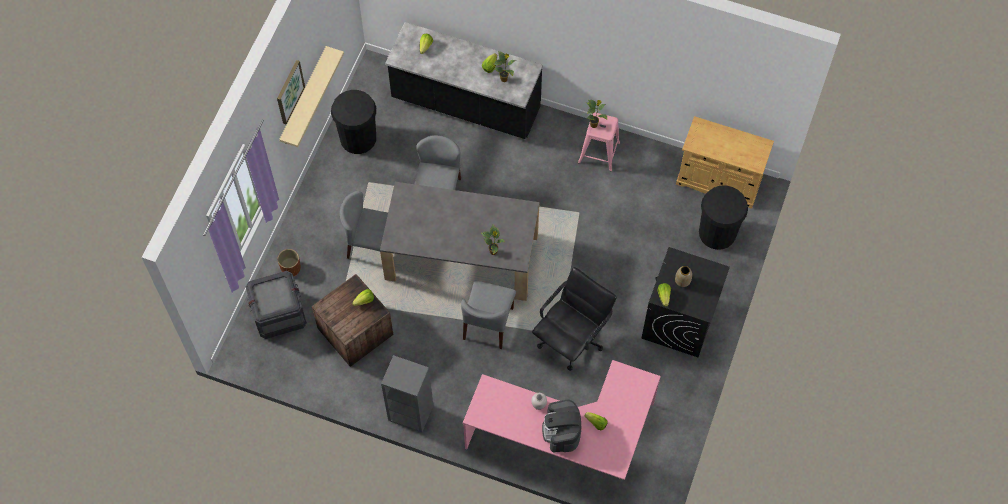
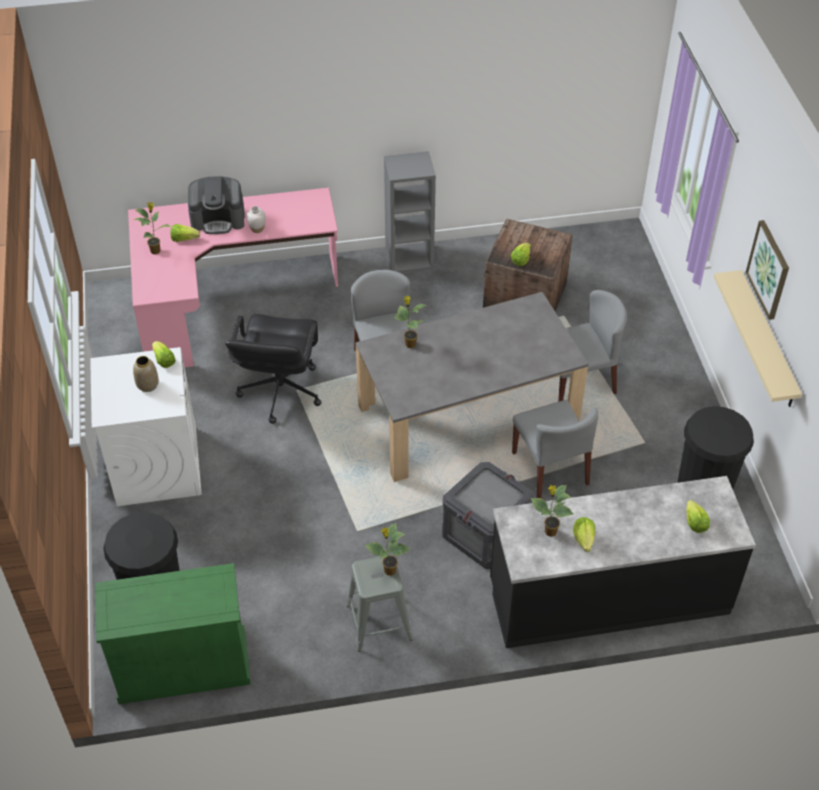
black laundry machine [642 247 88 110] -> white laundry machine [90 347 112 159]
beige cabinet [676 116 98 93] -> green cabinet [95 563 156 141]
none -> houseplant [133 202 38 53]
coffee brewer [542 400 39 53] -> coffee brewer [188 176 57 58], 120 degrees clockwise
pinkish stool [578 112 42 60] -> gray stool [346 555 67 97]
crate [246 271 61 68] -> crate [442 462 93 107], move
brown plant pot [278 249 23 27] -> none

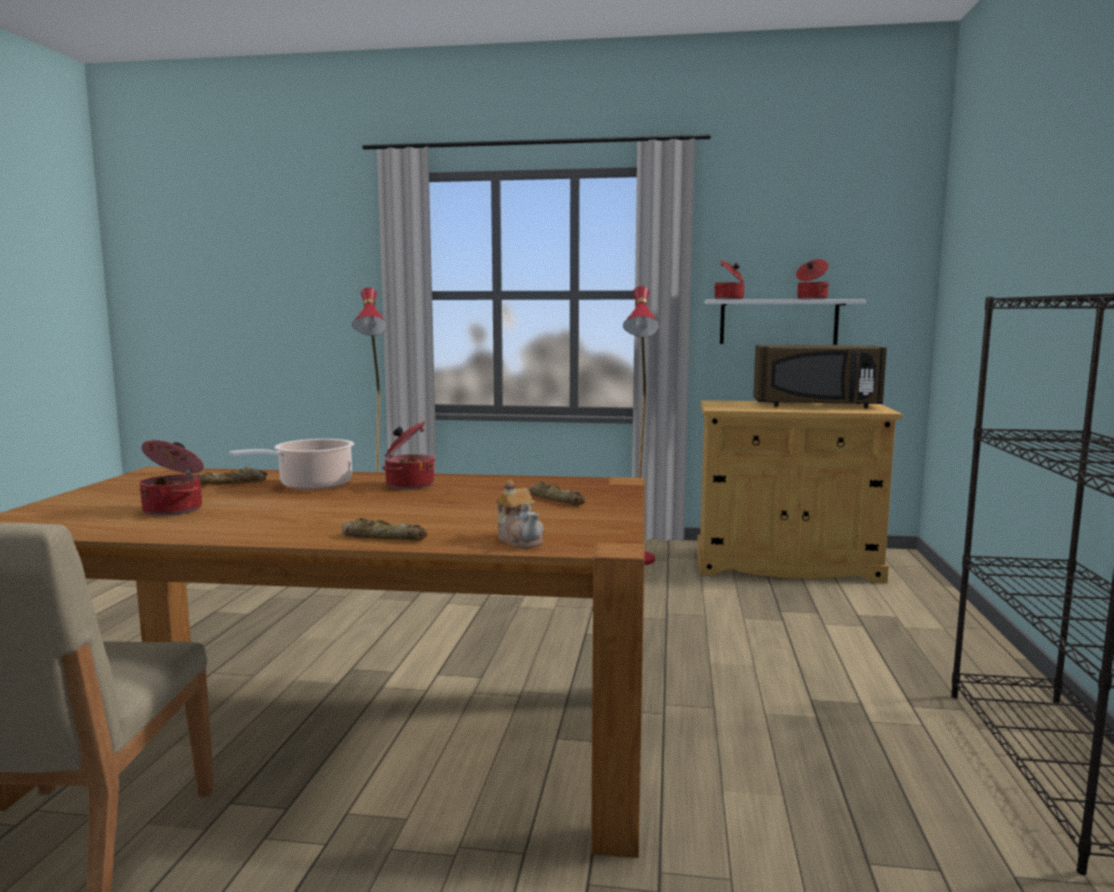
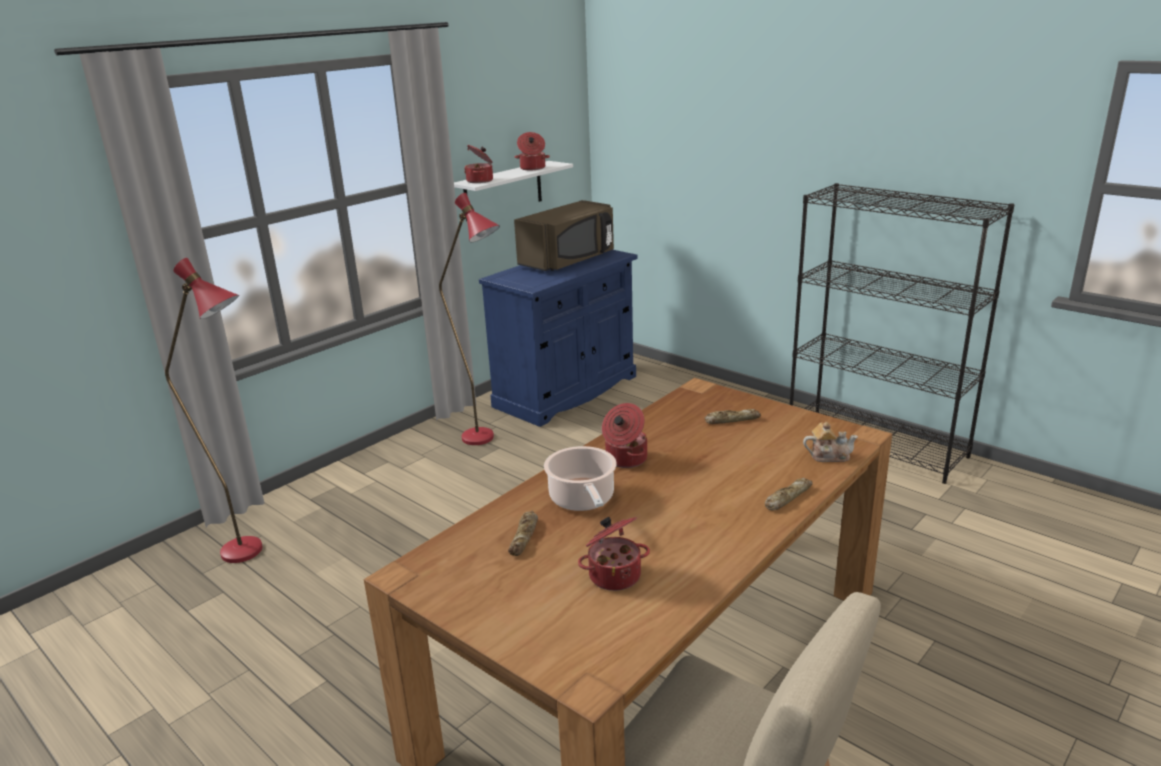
beige cabinet [697 400 205 183] -> bluish cabinet [479 250 159 177]

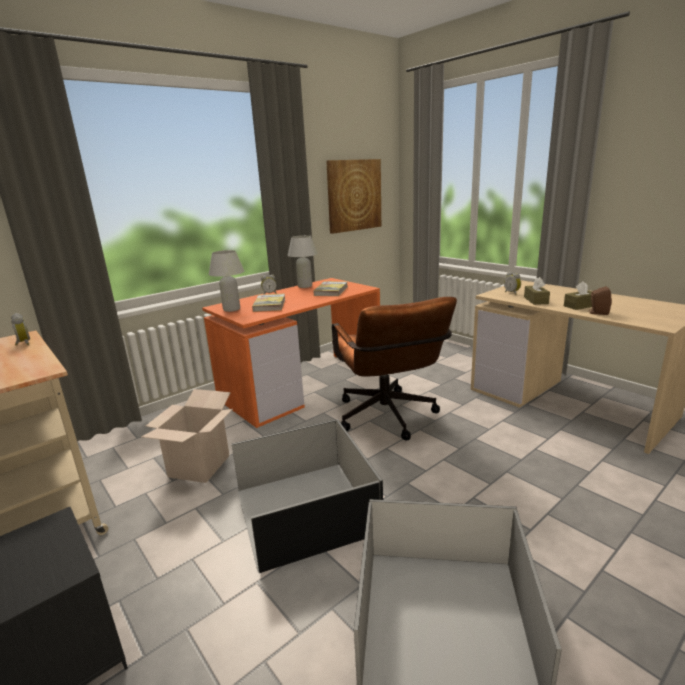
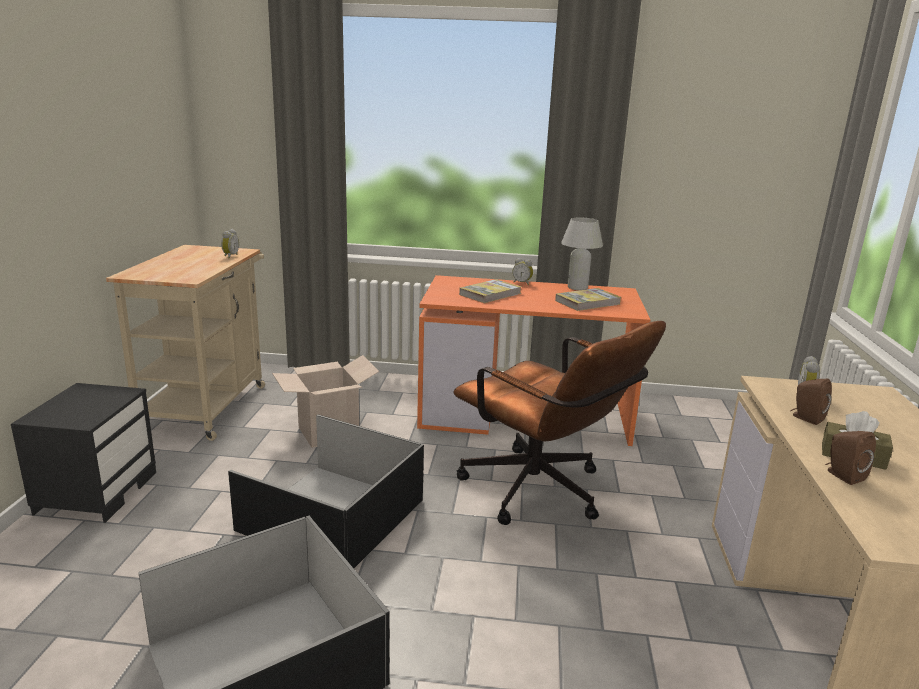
brown office chair [332 297 125 143] -> brown office chair [454 321 212 204], 75 degrees counterclockwise
brown tissue box [524 277 26 28] -> brown audio speaker [790 379 42 46]
white lamp for a table [209 250 35 62] -> none
wall art [326 159 55 75] -> none

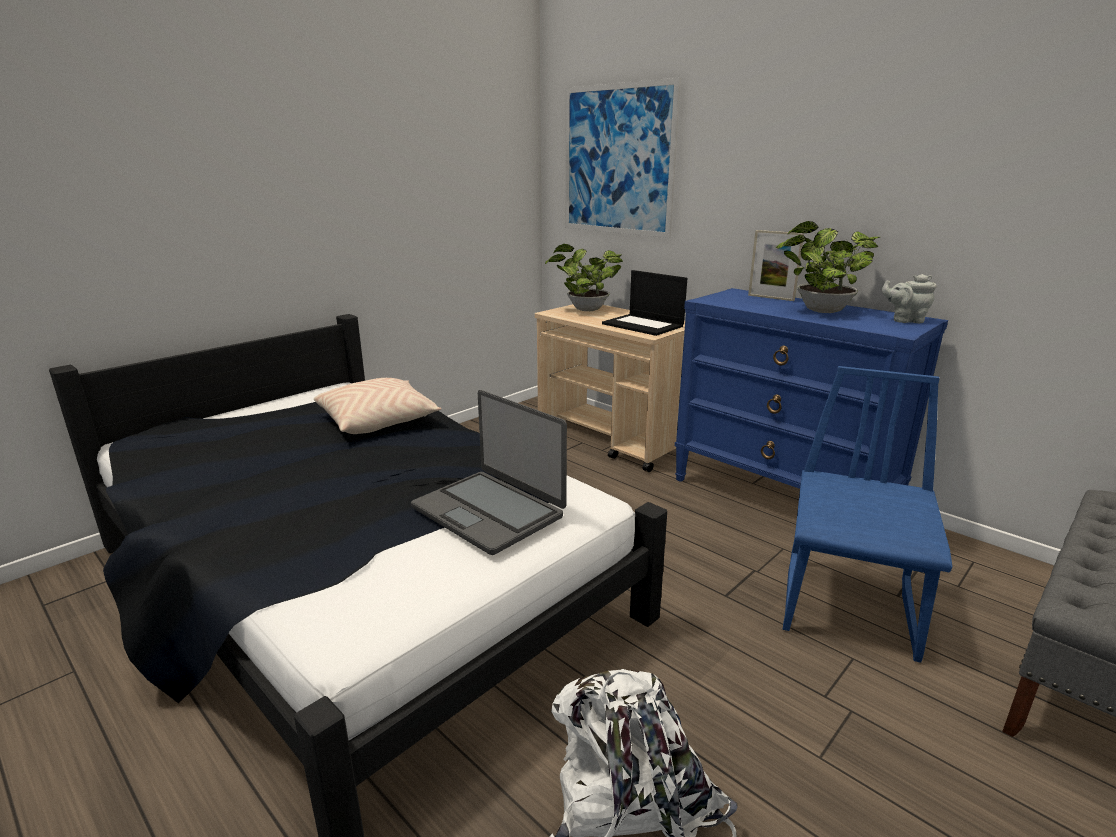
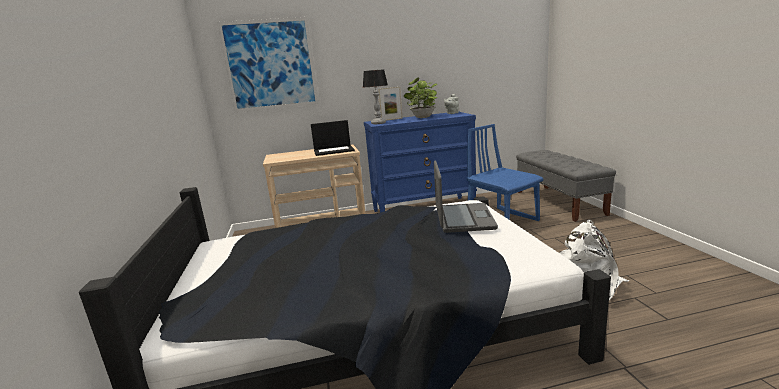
none -> lamp for a table [363 69 25 55]
notebook computer [411 390 156 165] -> notebook computer [434 160 64 73], 75 degrees counterclockwise
beige throw pillow [314 378 128 56] -> none
houseplant [545 244 78 67] -> none

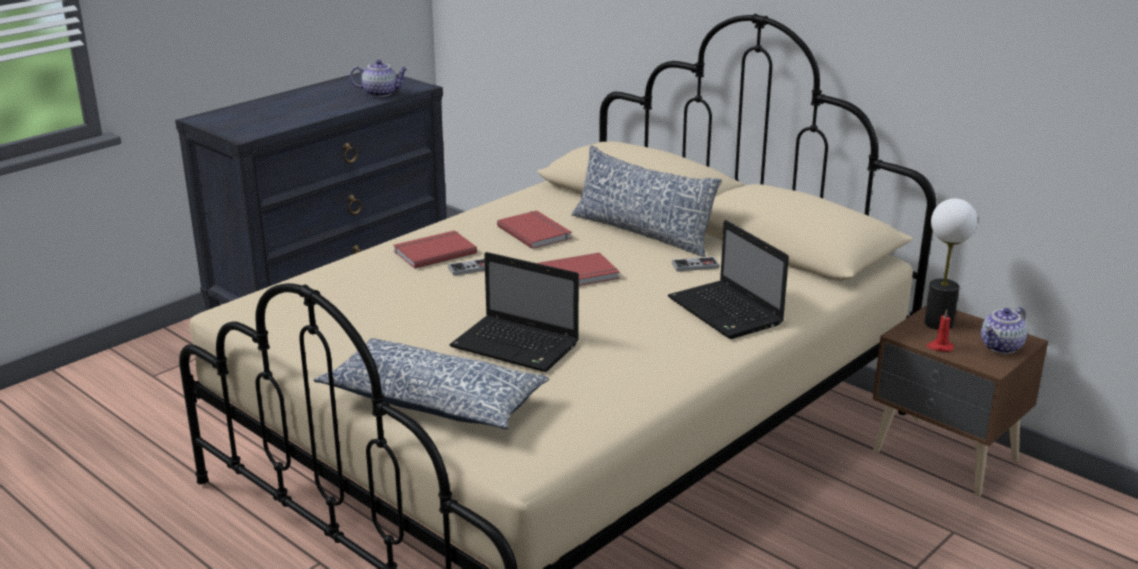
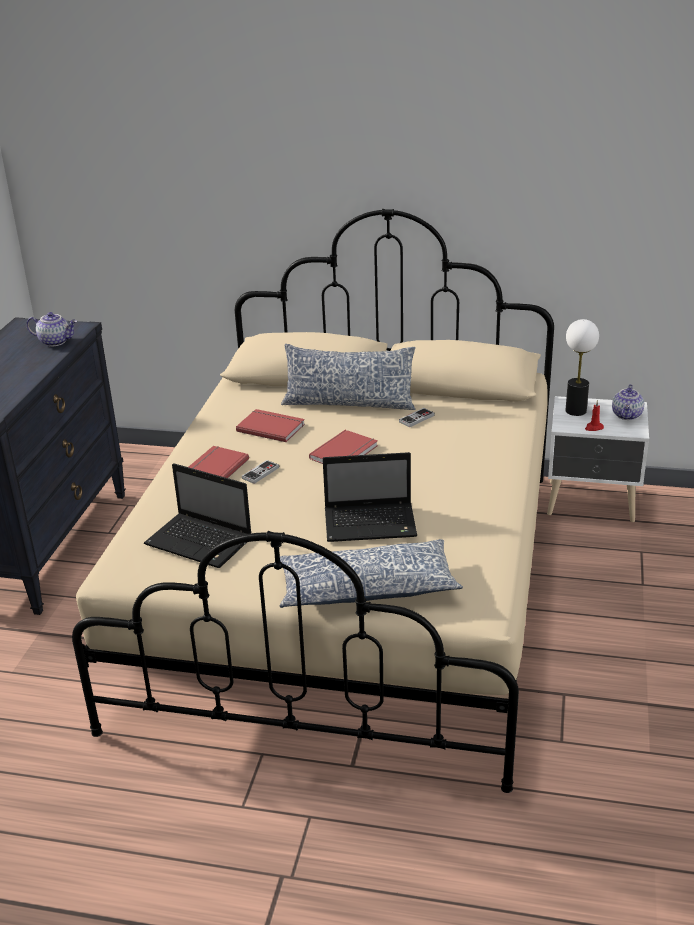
pot for tea [350 60 59 37] -> pot for tea [27 312 50 35], 45 degrees clockwise
notebook computer [668 220 121 119] -> notebook computer [144 463 107 105], move
brown bedside table [873 305 175 191] -> white bedside table [547 396 102 126]

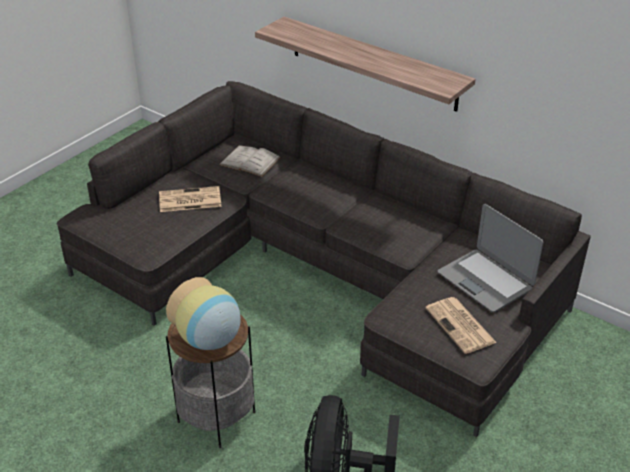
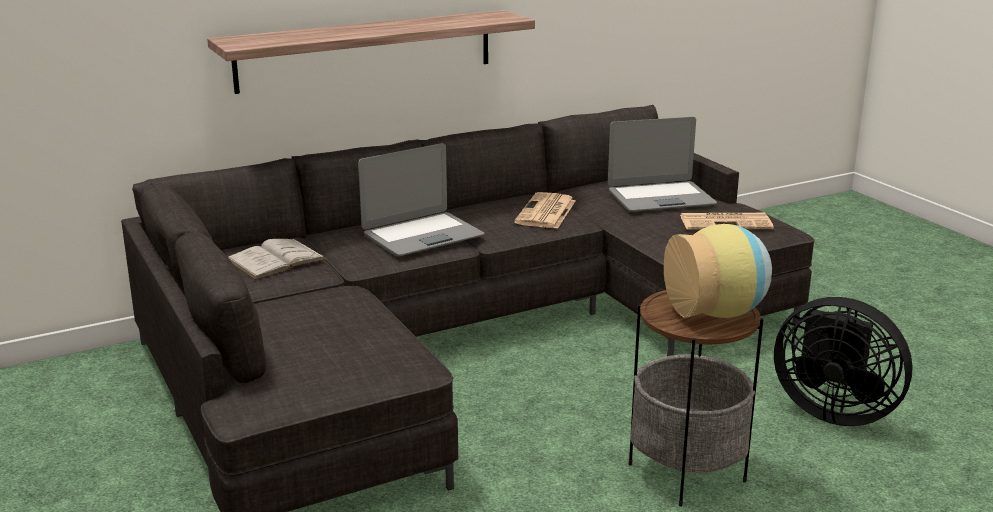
none -> notebook computer [358 143 126 113]
daily paper [159 186 63 26] -> daily paper [514 192 62 37], move

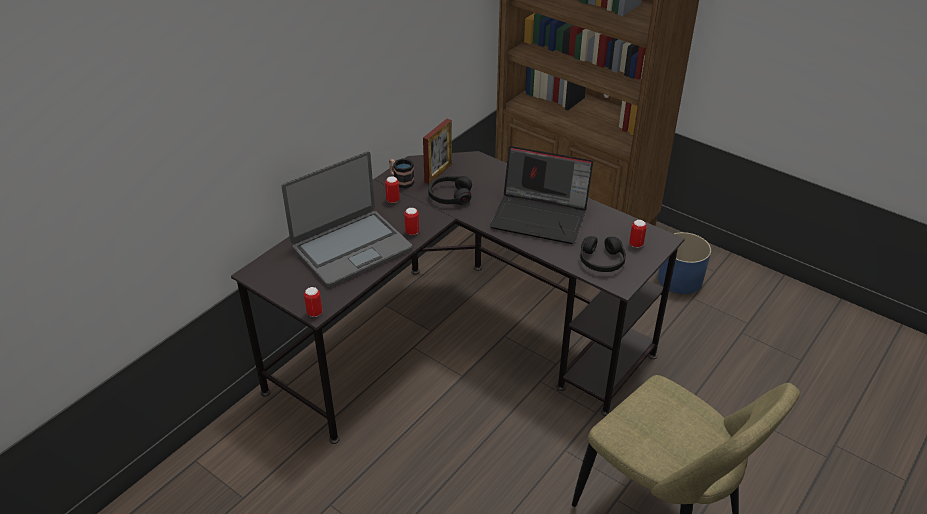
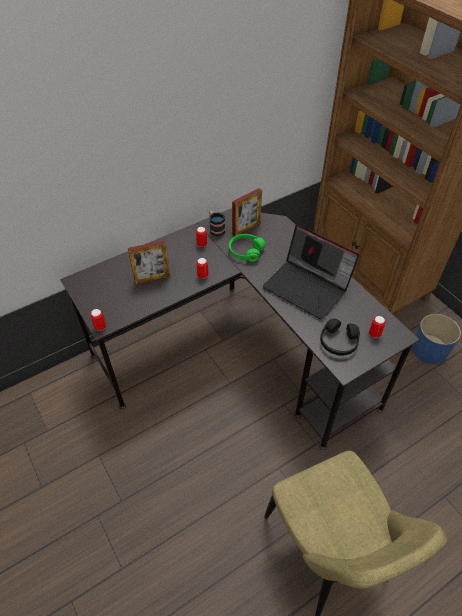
notebook computer [281 151 132 136] -> standing frame [128 240 42 44]
black headset [428 176 44 29] -> green headset [229 234 36 28]

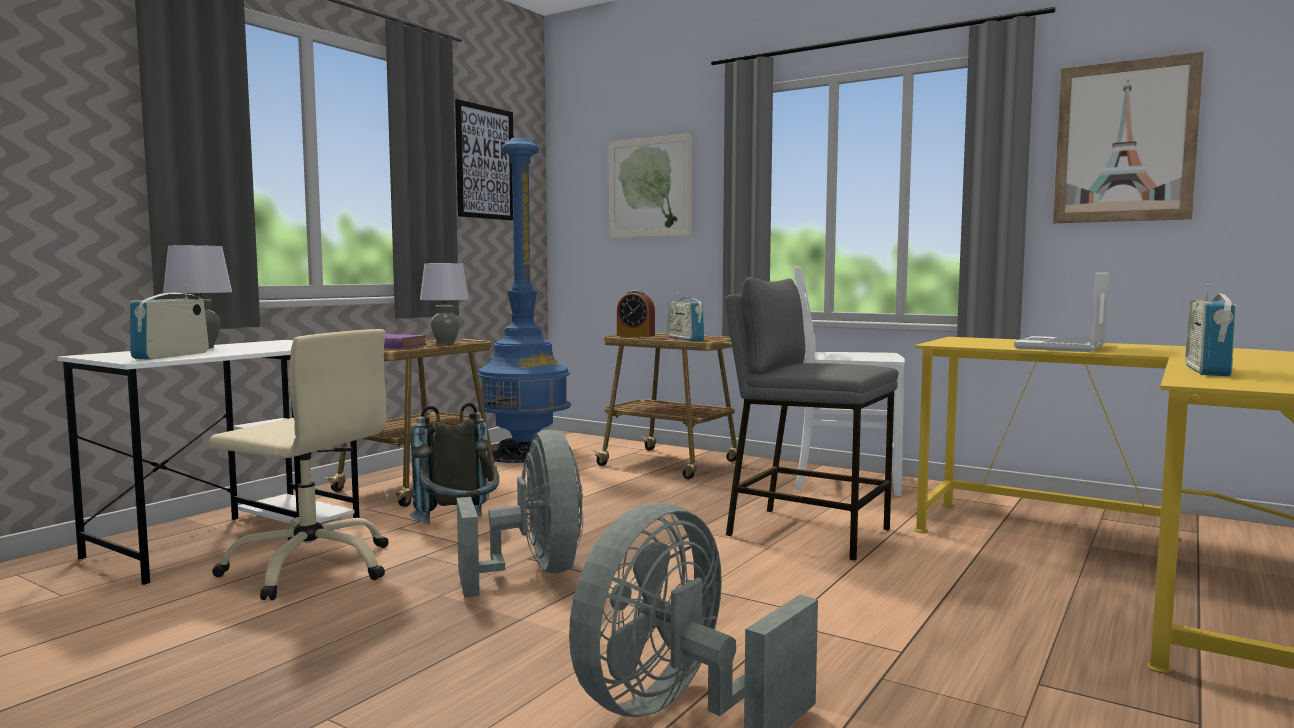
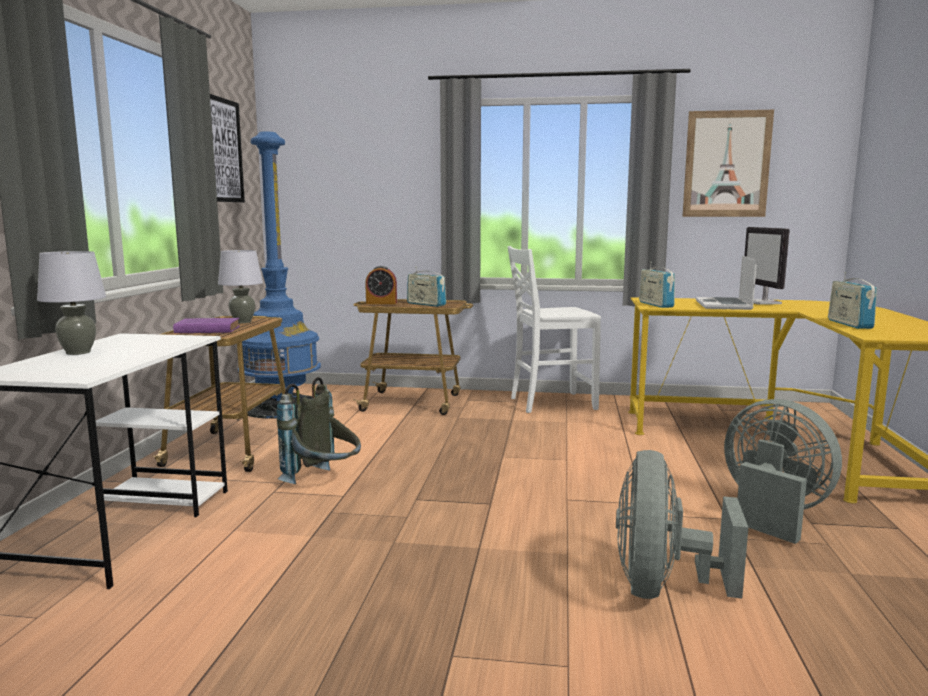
radio receiver [130 286 79 74] -> radio receiver [639 262 36 46], move
gray cooling fan [457 430 126 168] -> gray cooling fan [724 399 118 145], move
none -> computer screen [745 227 45 78]
beige office chair [209 329 179 271] -> none
wall art [609 133 83 105] -> none
gray stool [725 277 174 284] -> none

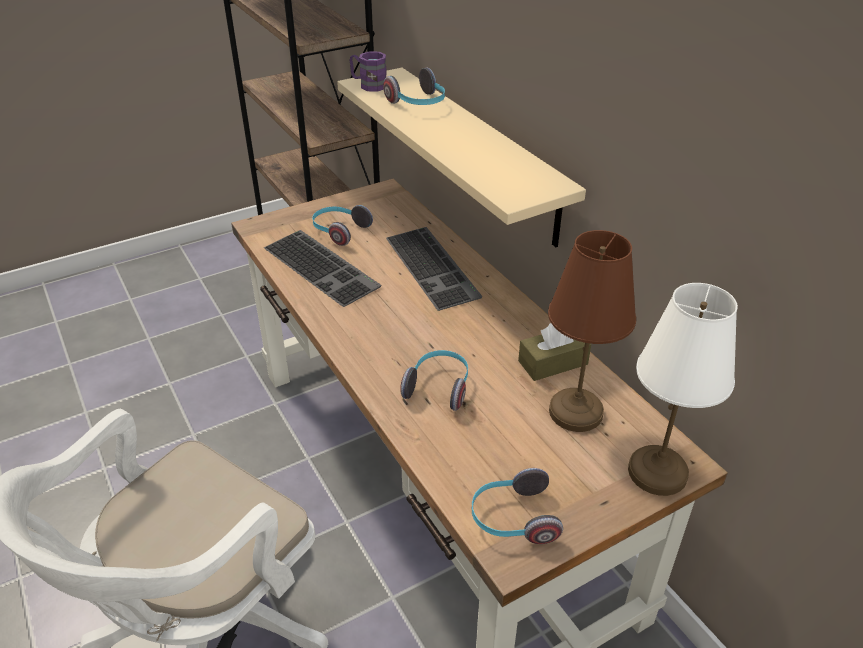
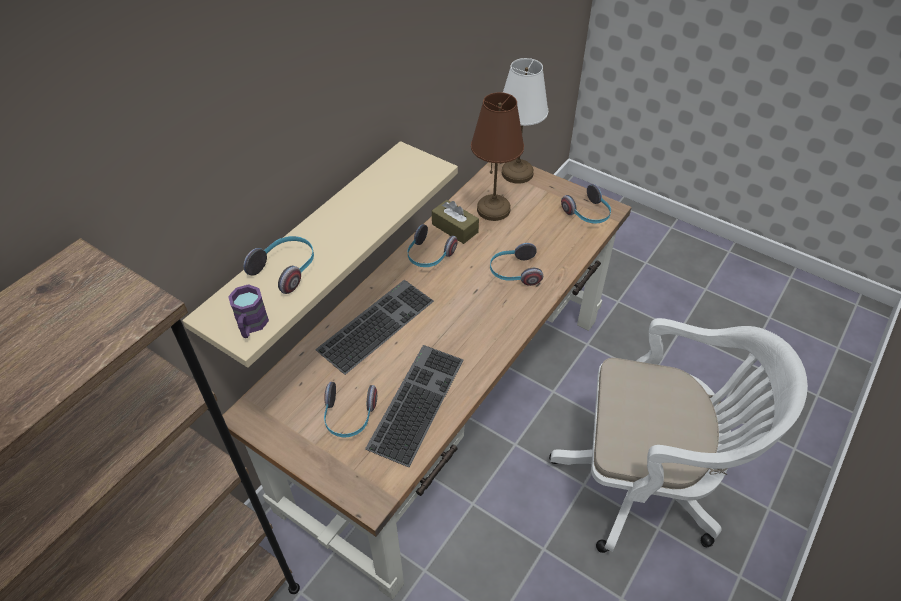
none -> headset [408 224 49 43]

